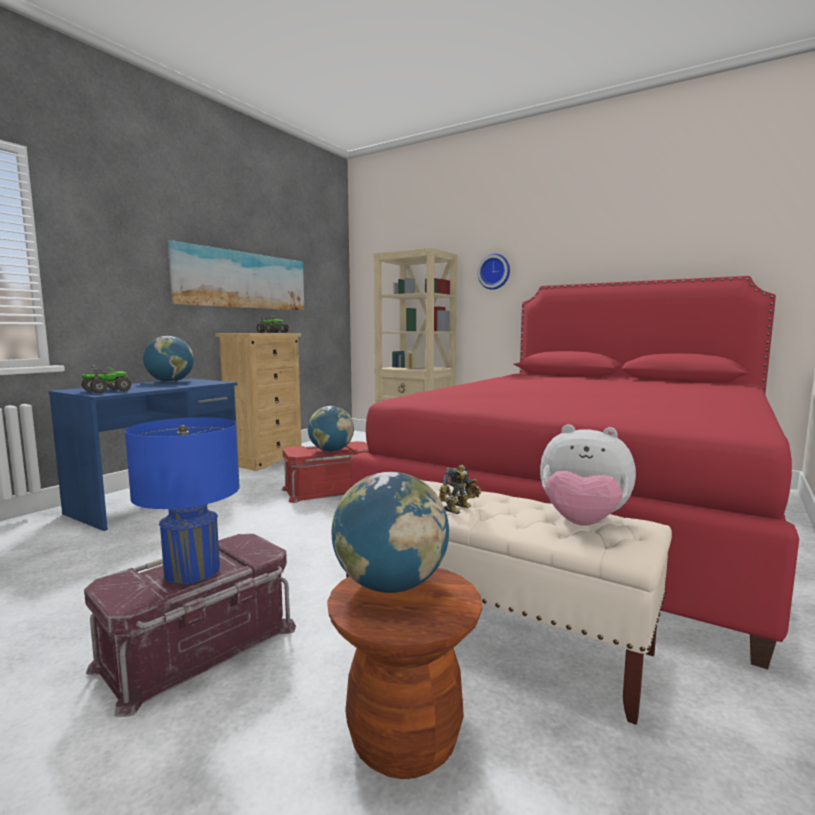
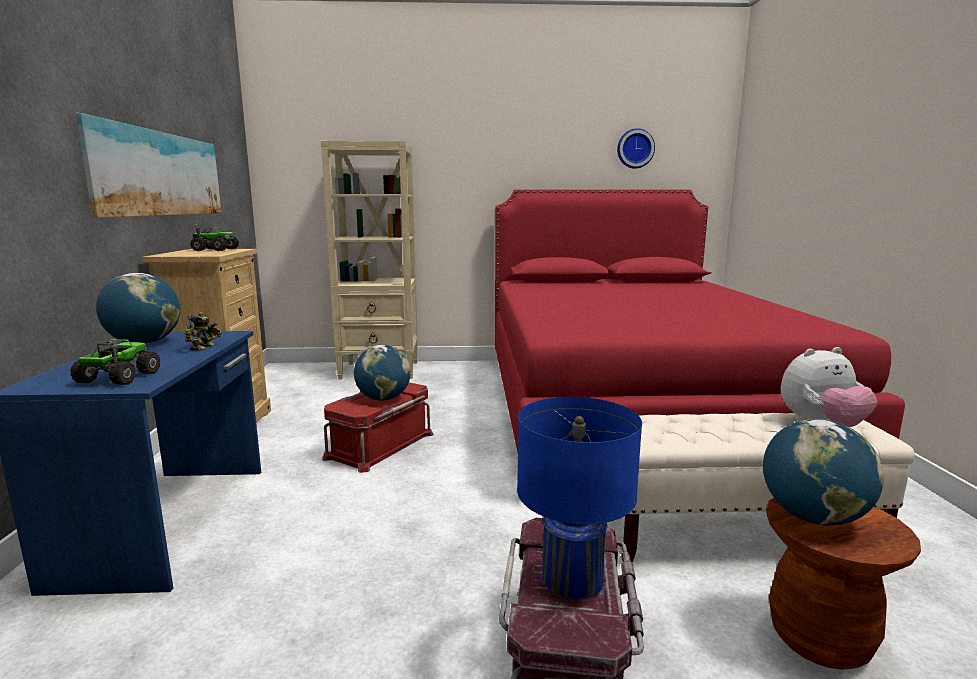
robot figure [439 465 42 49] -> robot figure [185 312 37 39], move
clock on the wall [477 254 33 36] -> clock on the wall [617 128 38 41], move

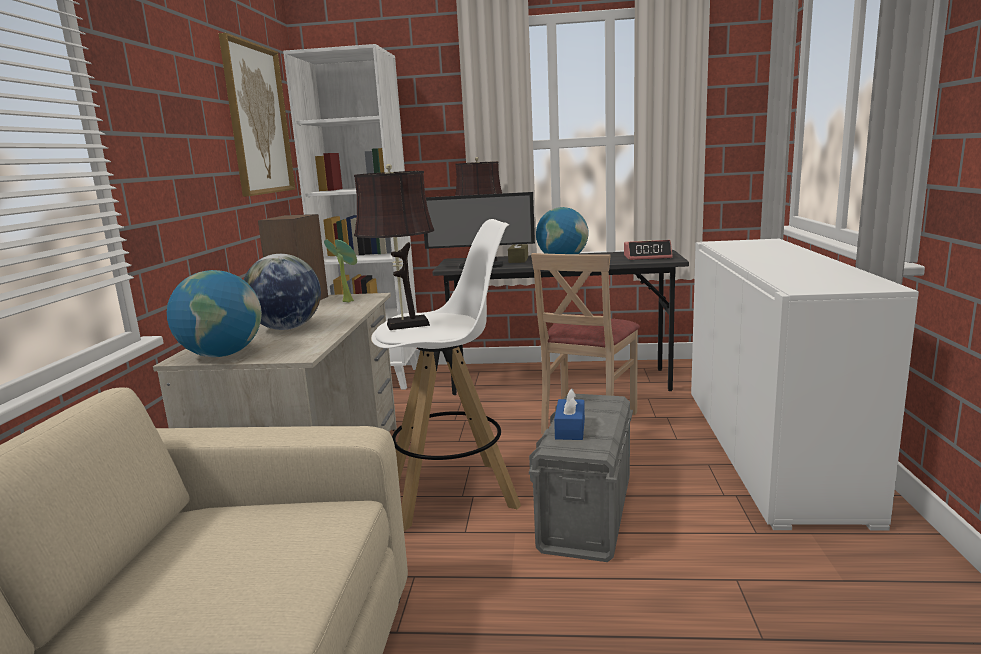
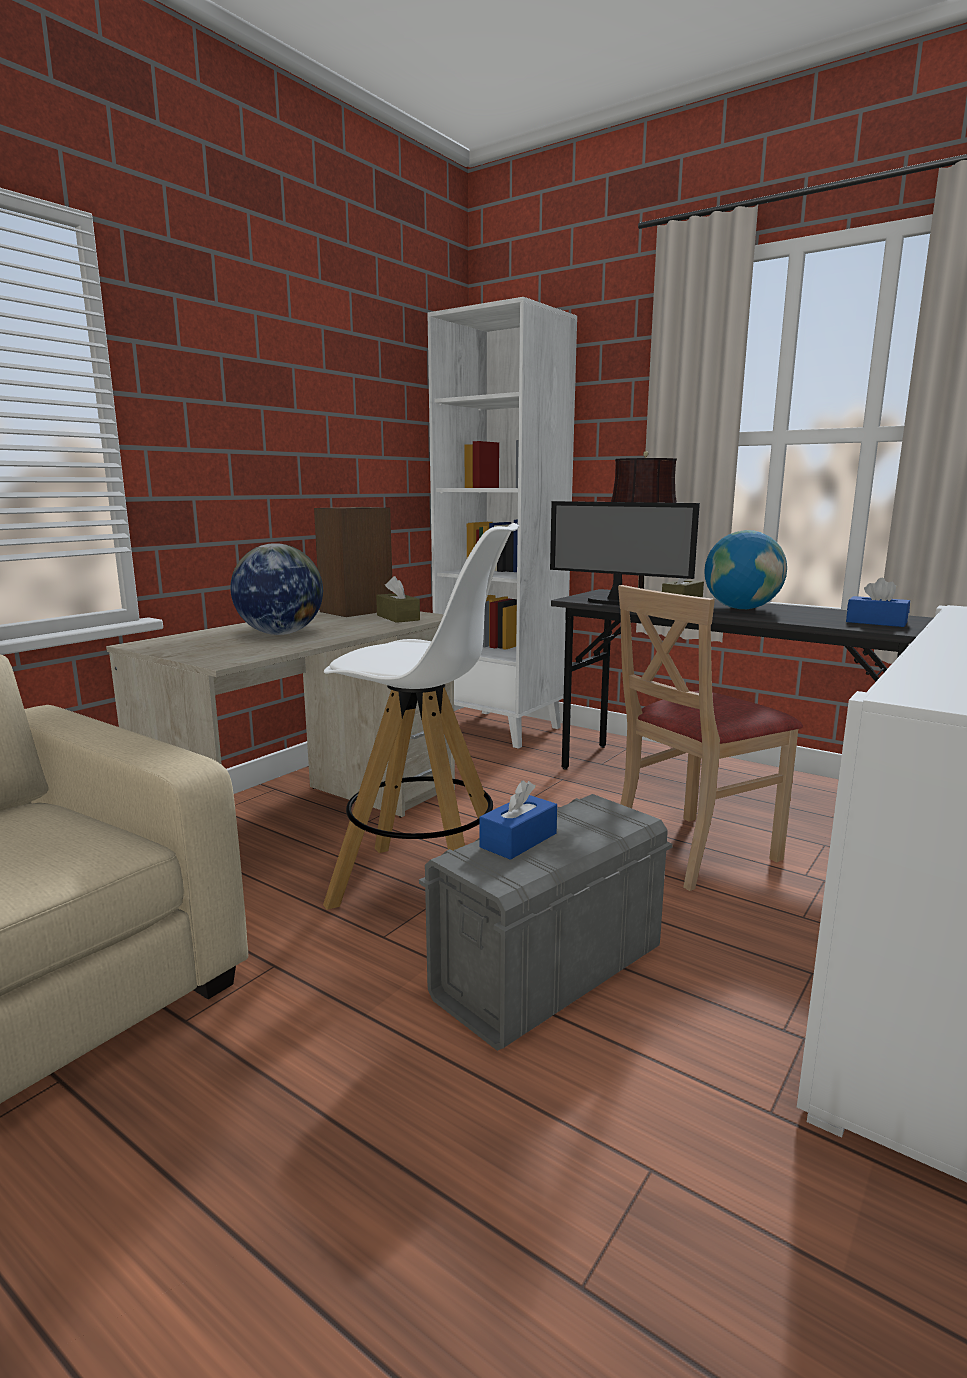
houseplant [324 239 33 64] -> brown tissue box [376 576 44 47]
alarm clock [624 240 49 20] -> bluish tissue box [846 578 64 49]
world globe [167 270 95 87] -> none
wall art [218 33 77 164] -> none
brown lamp for a table [354 164 80 166] -> none

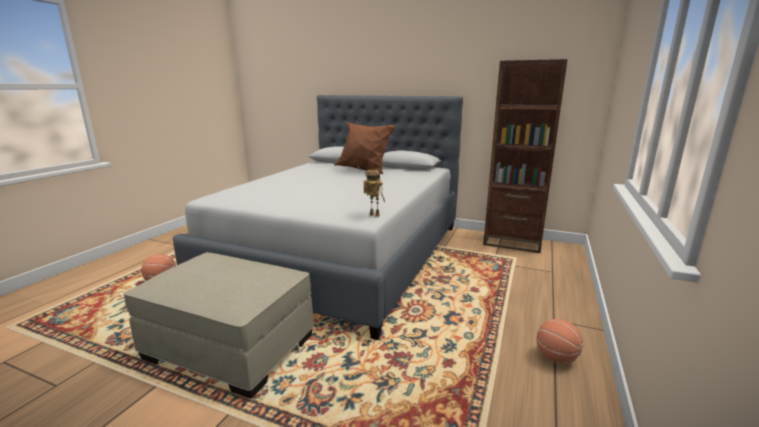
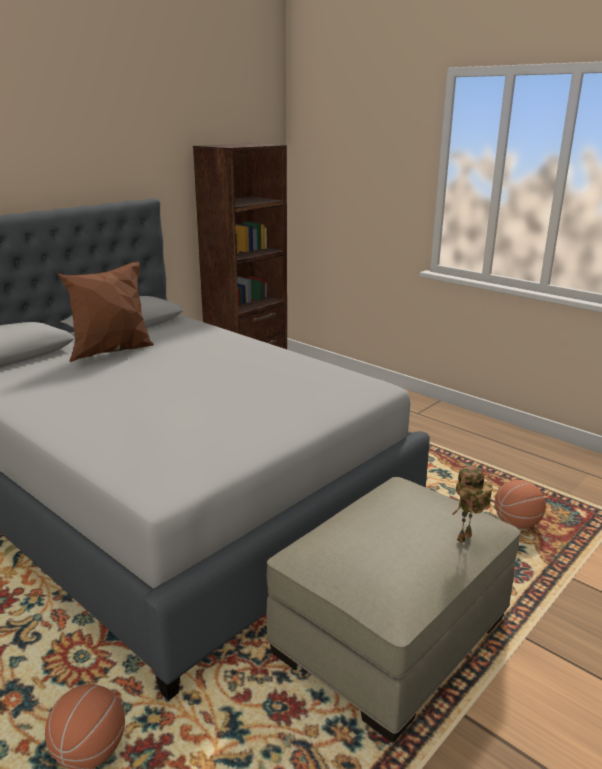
robot figure [363 170 22 47] -> robot figure [453 466 40 77], move
basketball ball [536 319 47 45] -> basketball ball [495 480 51 49], move

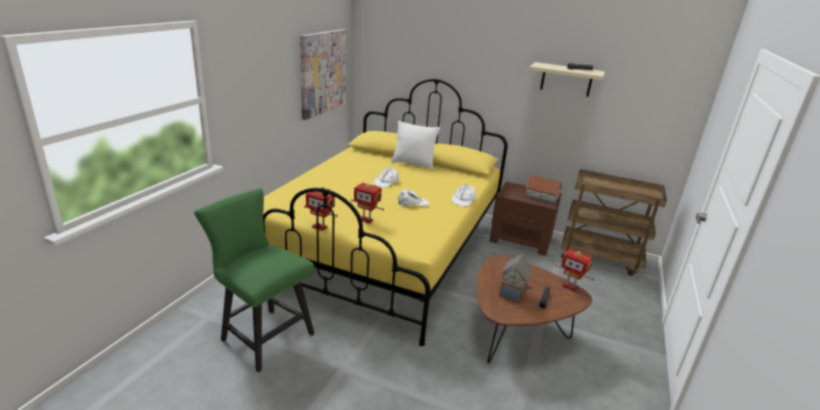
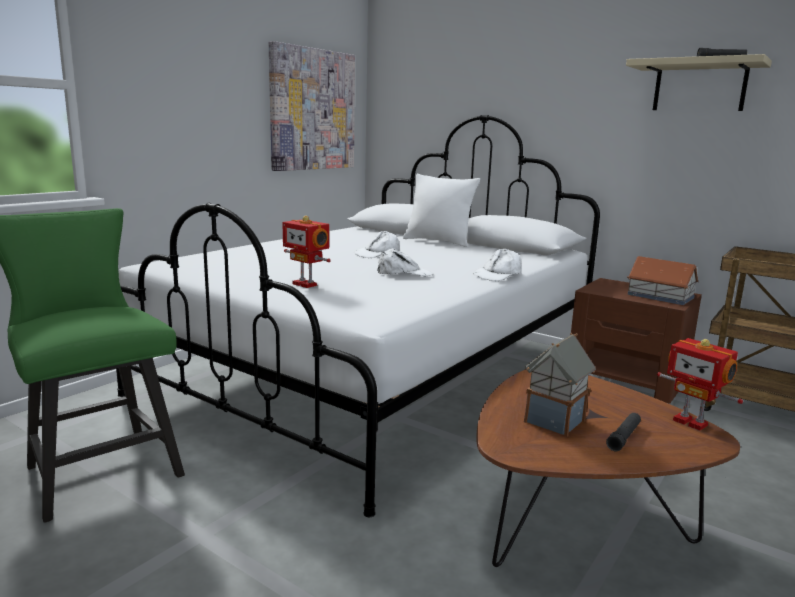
yellow-coloured sleeping bed [263 79 245 267] -> white sleeping bed [116 115 484 402]
robot figure [304 192 34 39] -> none

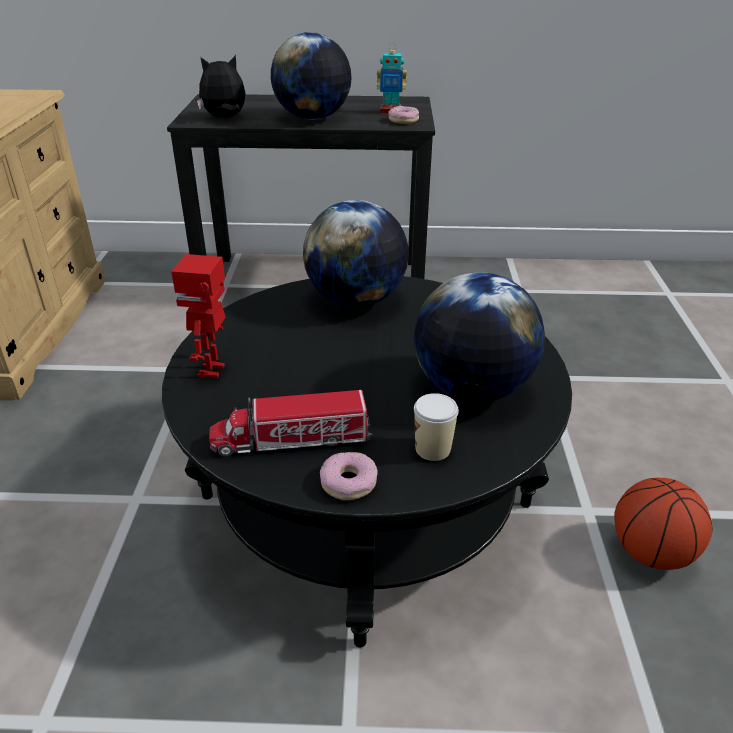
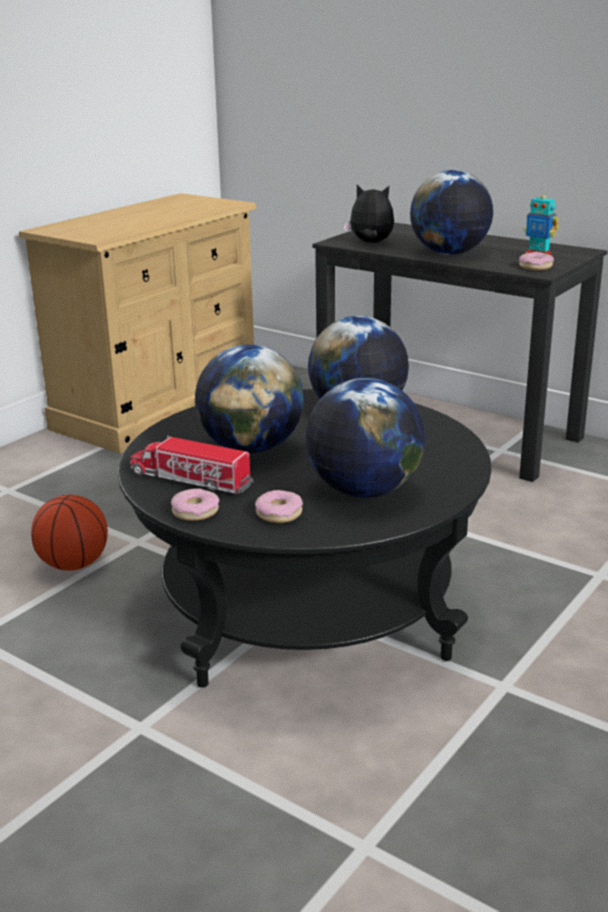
basketball ball [614 478 98 92] -> basketball ball [31 495 77 76], move
none -> world globe [195 344 109 109]
small cup [414 393 45 68] -> doughnut [255 490 48 33]
robot figure [171 254 54 124] -> none

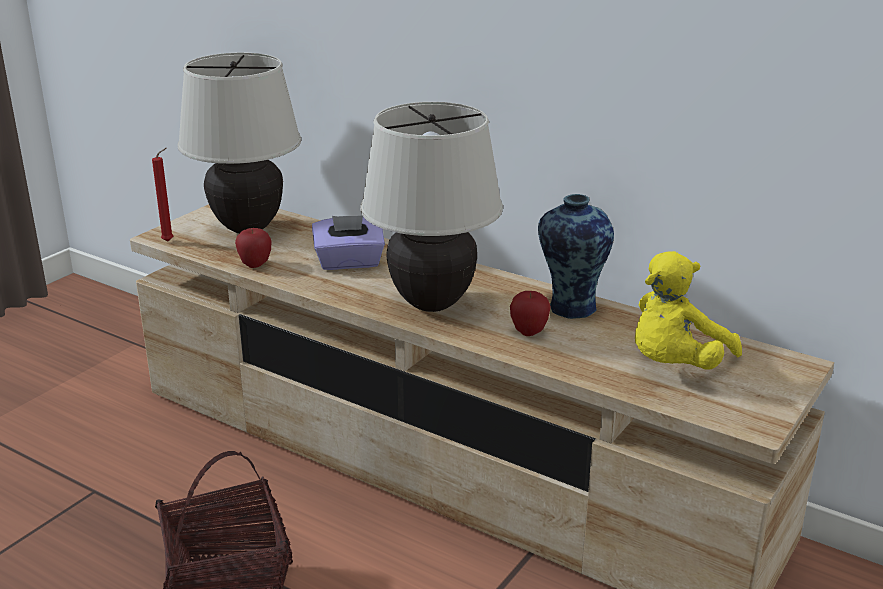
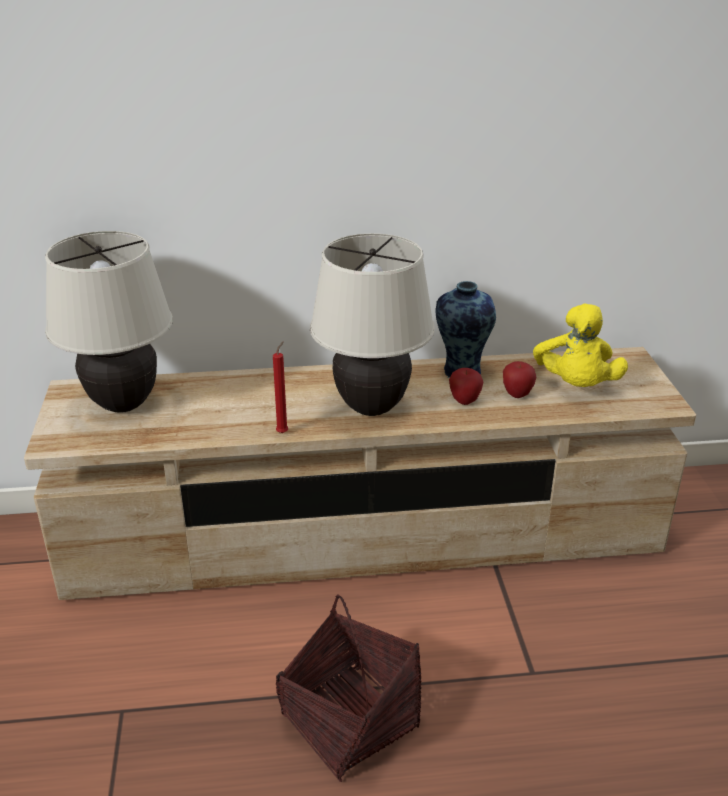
red-coloured wax candle [152 148 21 94] -> red-coloured wax candle [273 341 15 92], move
whole apple [235 228 36 40] -> whole apple [503 361 34 37], move
purple tissue box [312 215 73 55] -> none

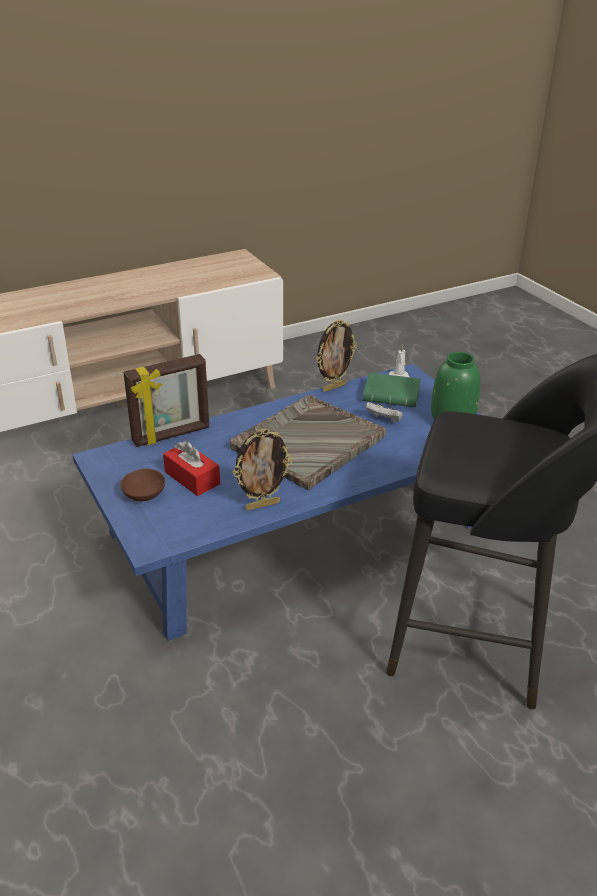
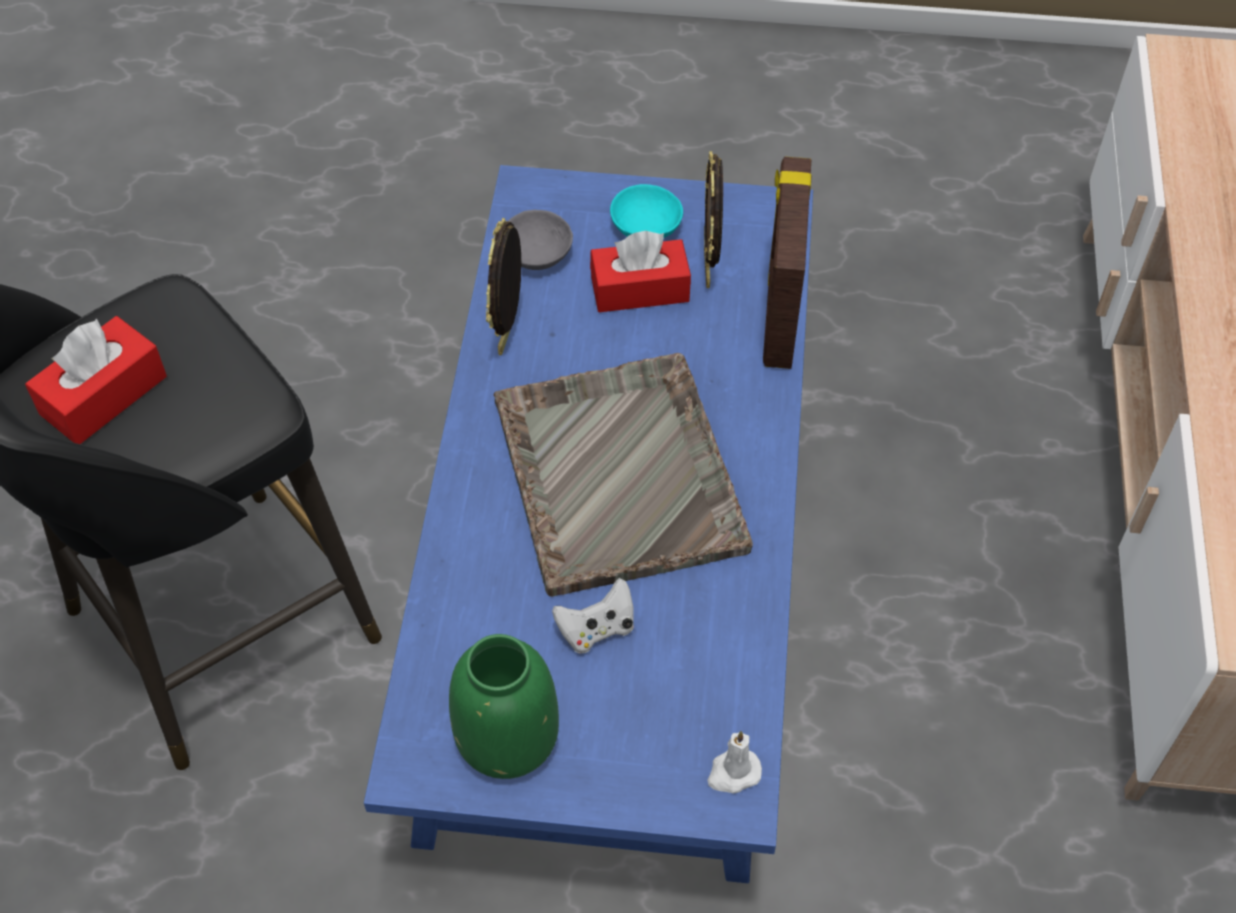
none -> red-coloured tissue box [25 316 142 128]
none -> gray deep dish [508 210 65 60]
brown deep dish [120 468 45 33] -> turquoise deep dish [610 184 73 54]
standing frame [316 319 41 73] -> standing frame [704 151 19 137], move
green volume [363 373 58 34] -> none

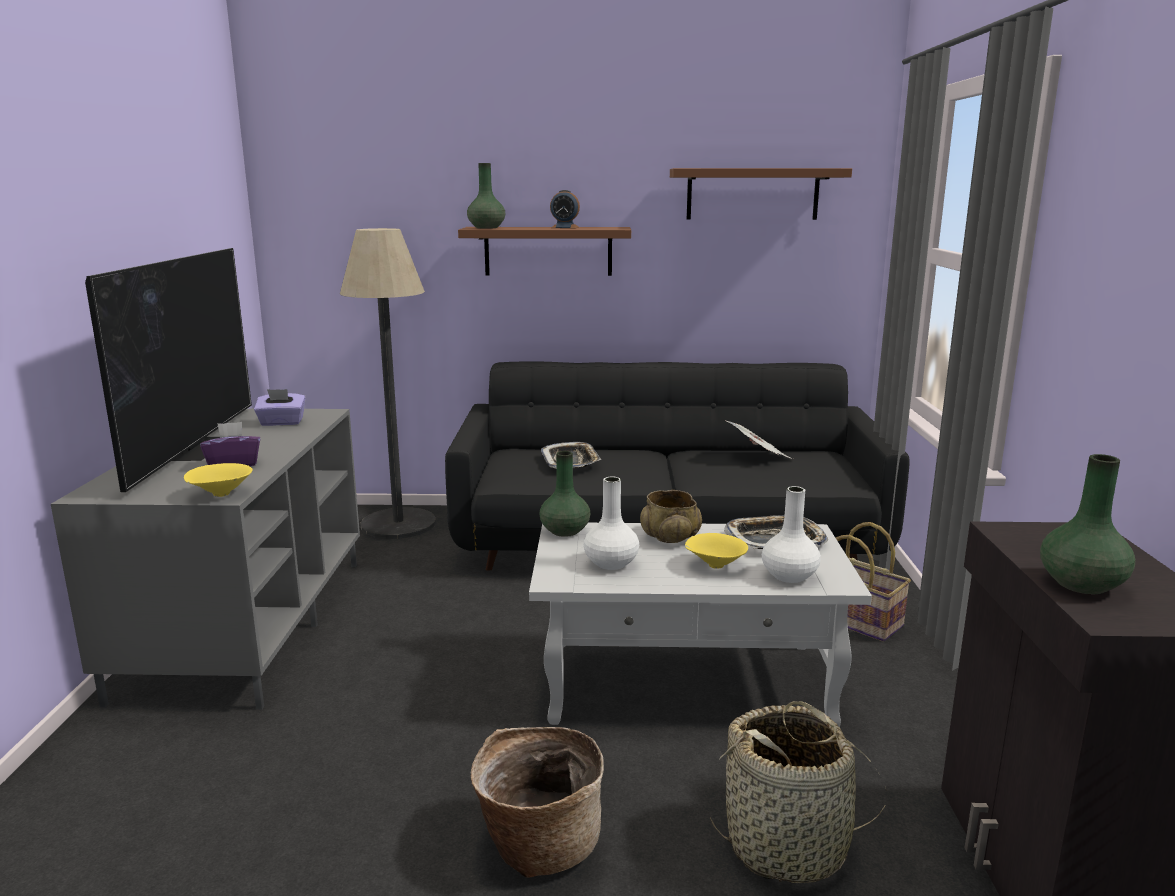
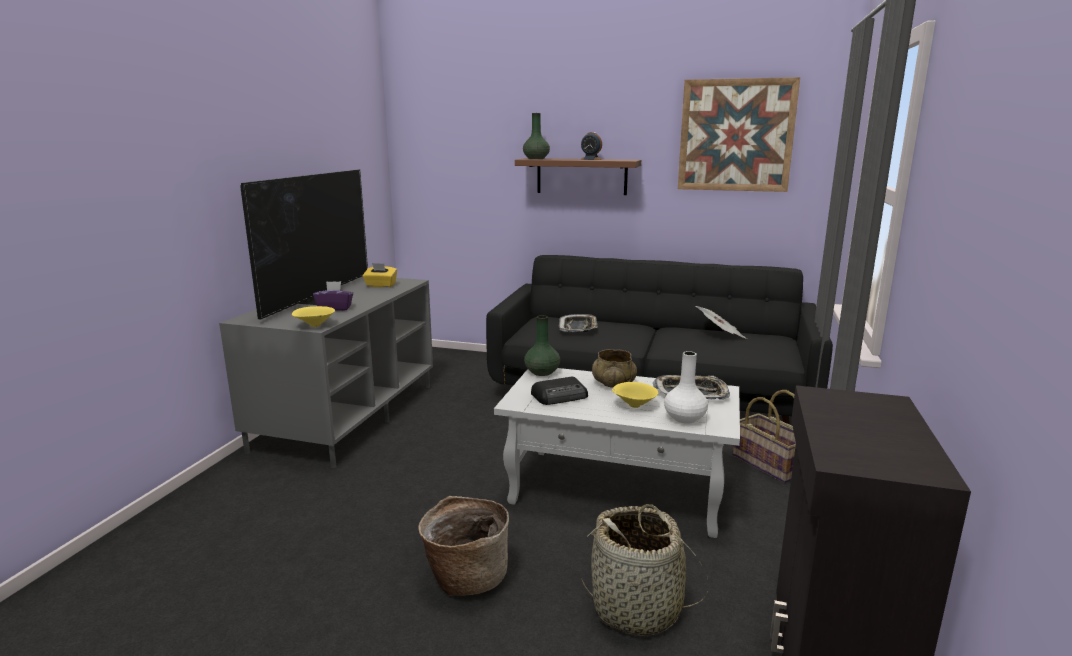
purple tissue box [254 389 52 37] -> yellow-coloured tissue box [363 263 34 25]
white flower vase [584 477 55 93] -> radio receiver [531 377 57 28]
brown shelf [670 168 182 52] -> wall art [678 77 122 115]
standing lamp [340 228 96 311] -> none
green flower vase [1040 454 95 140] -> none

